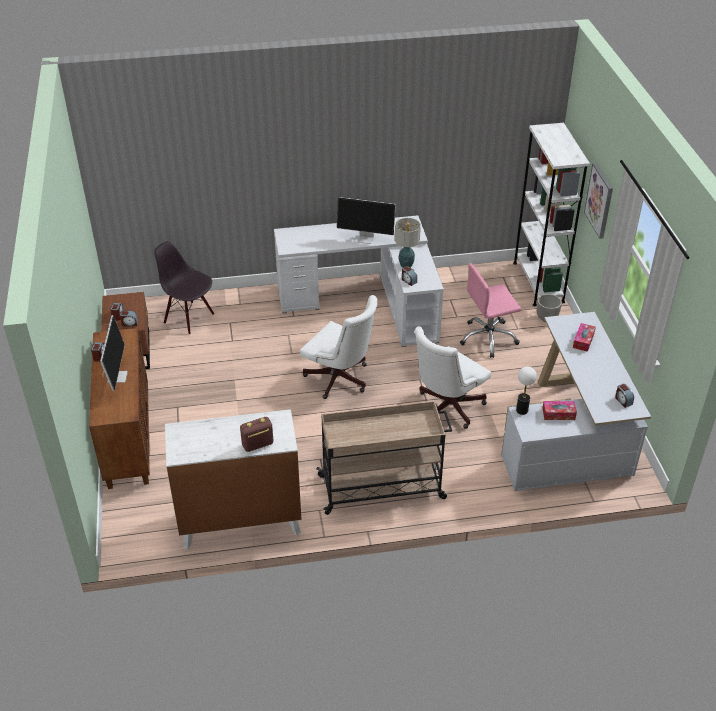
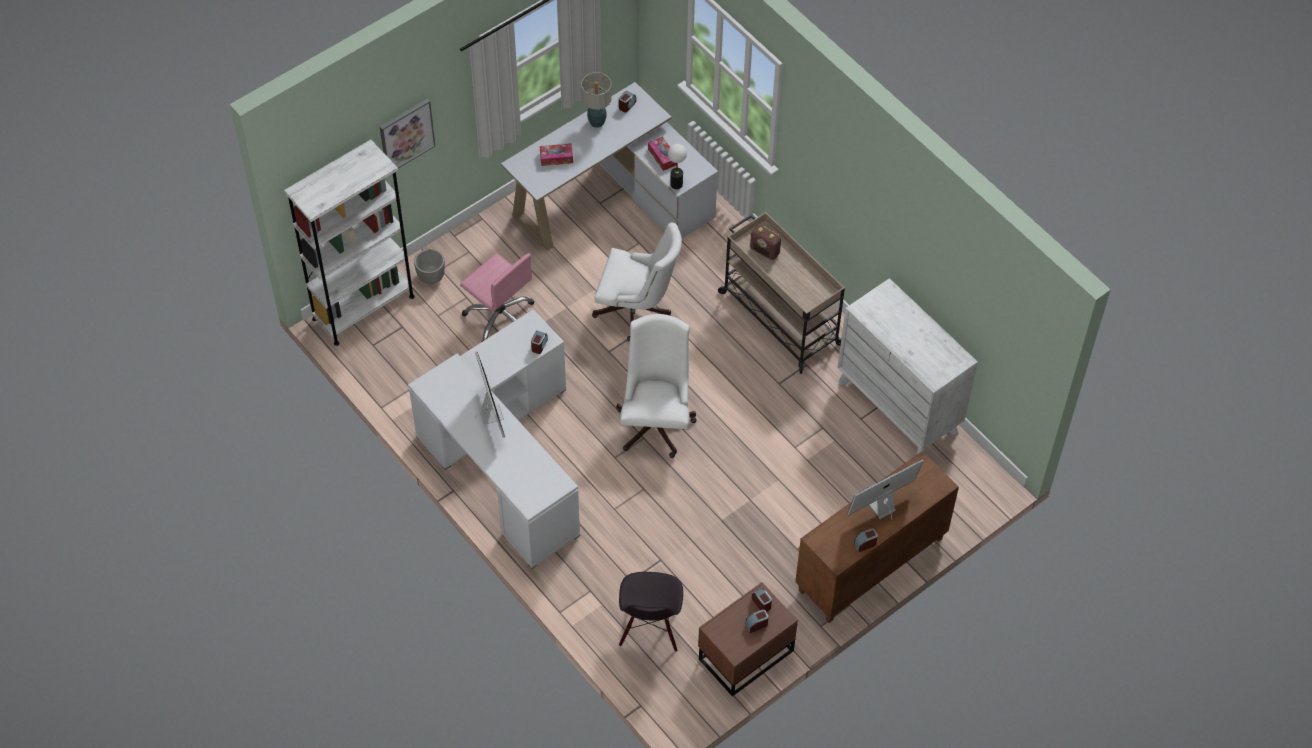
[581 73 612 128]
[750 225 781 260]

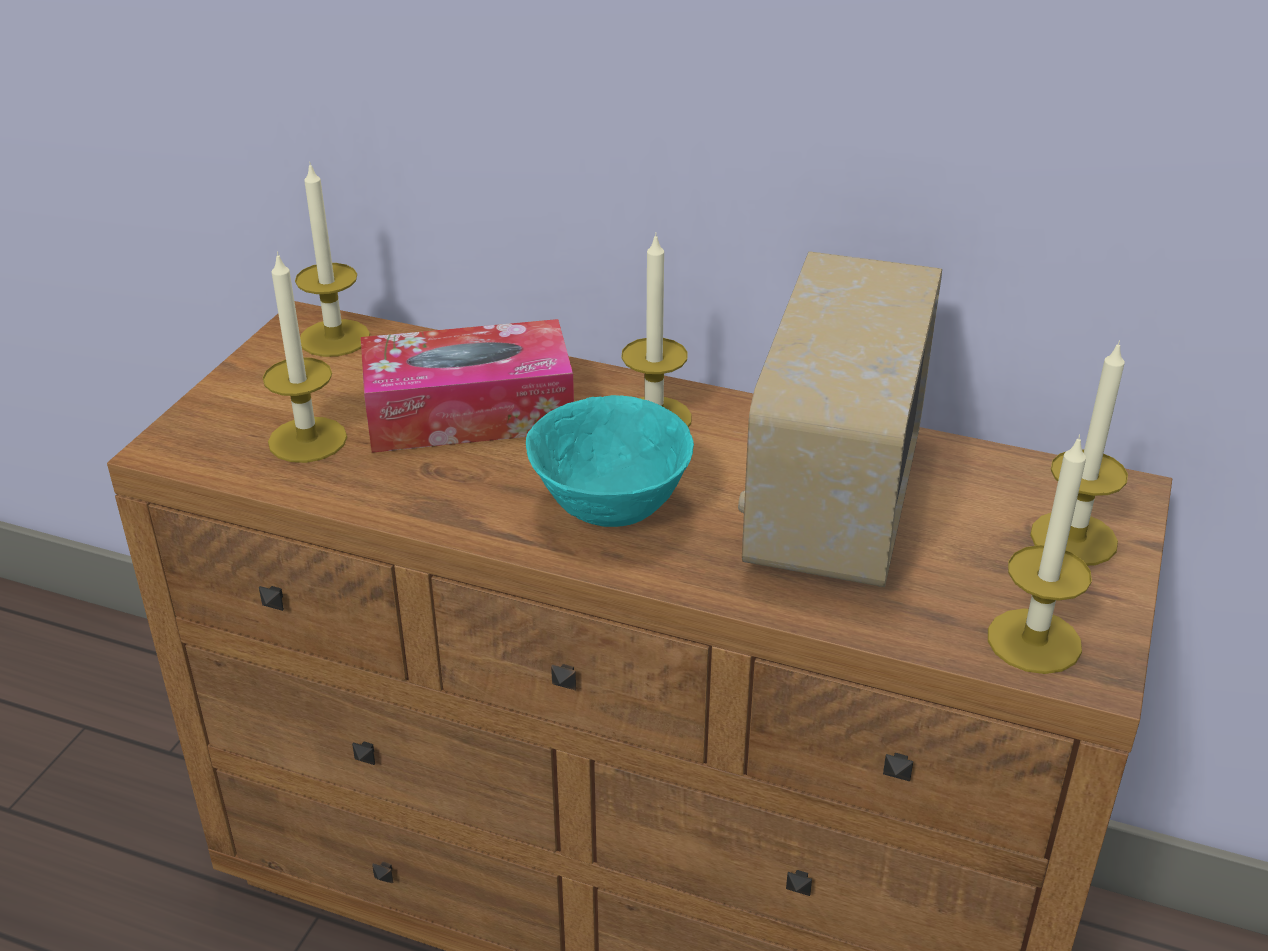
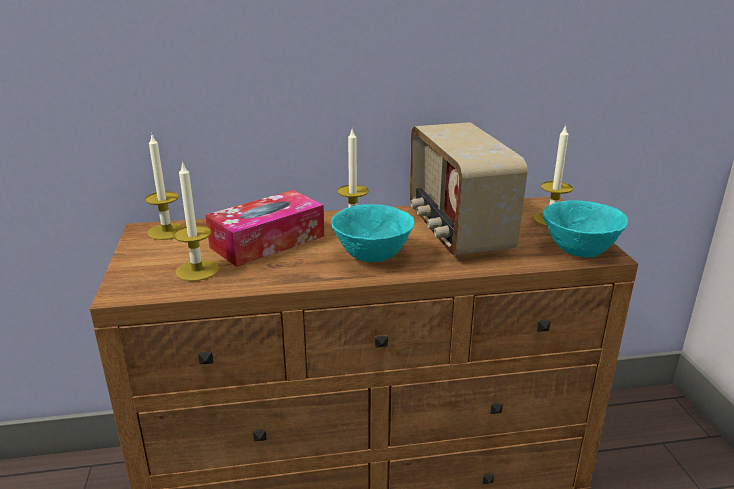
[543 200 628 257]

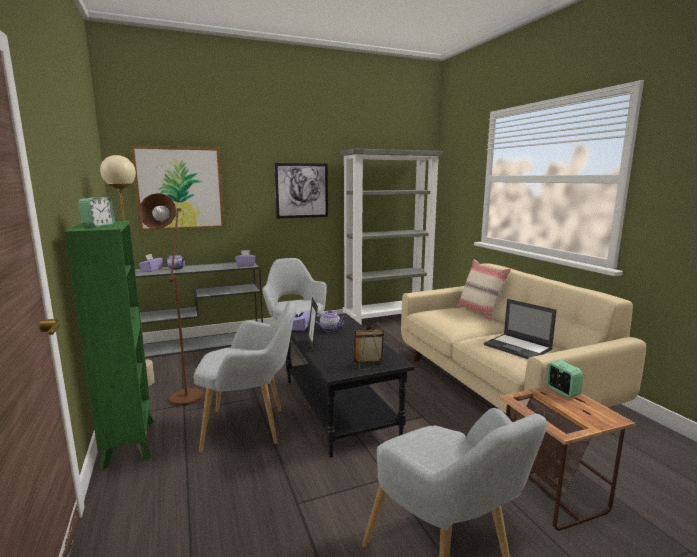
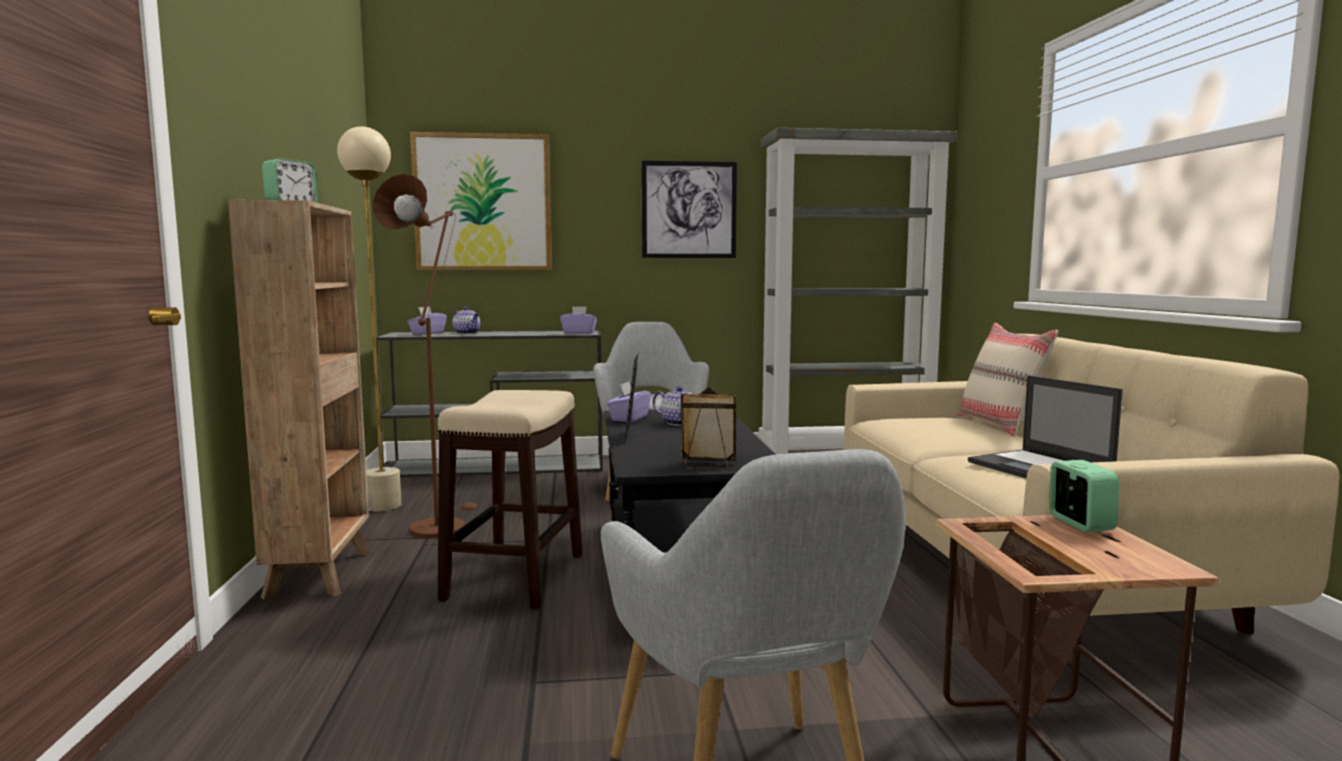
[228 200 371 600]
[437 390 582 609]

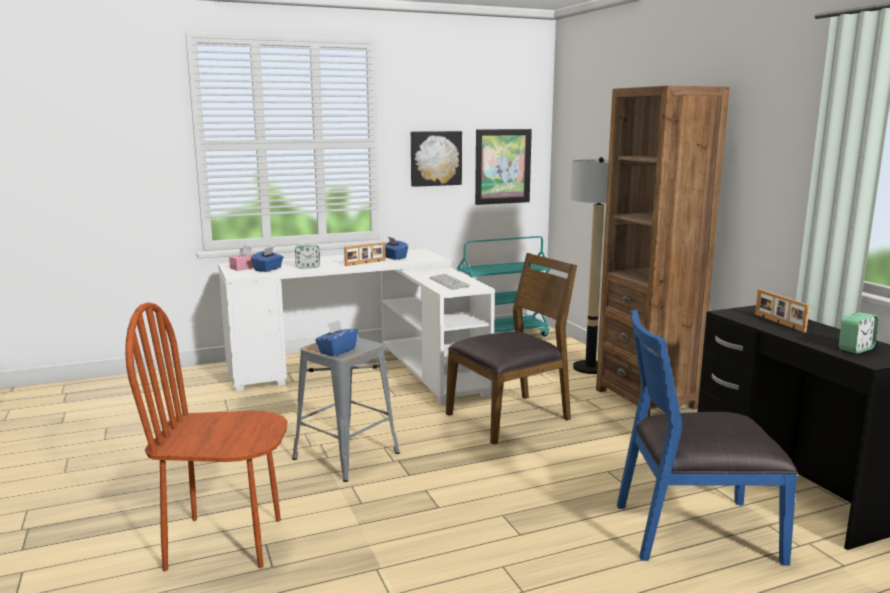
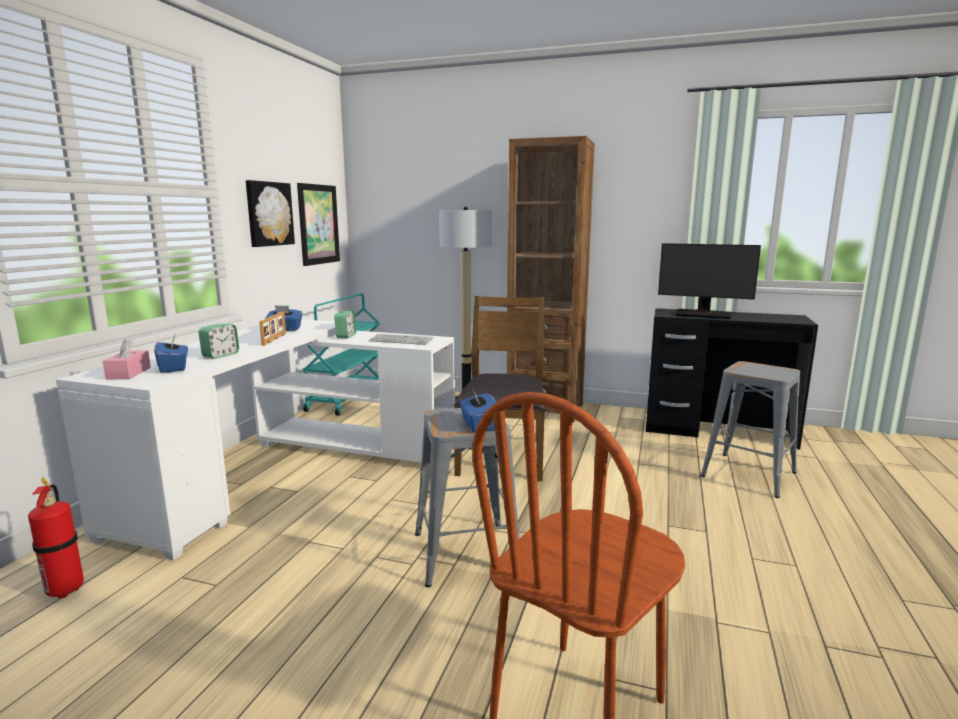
[28 477 84 599]
[334 311 357 338]
[658 243 761 319]
[701 361 800 498]

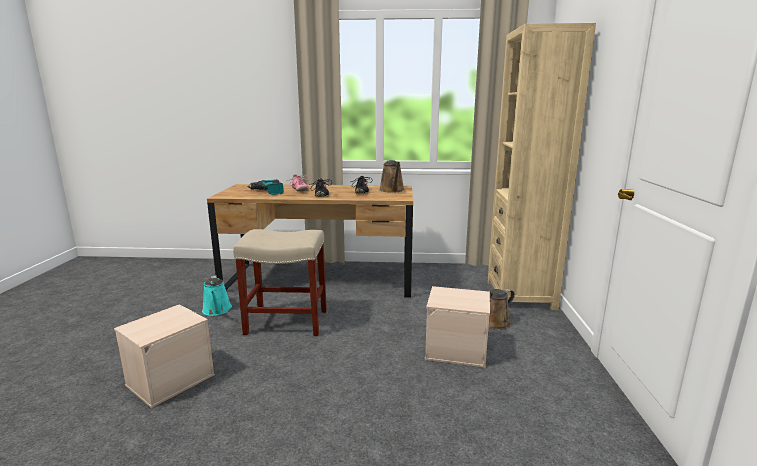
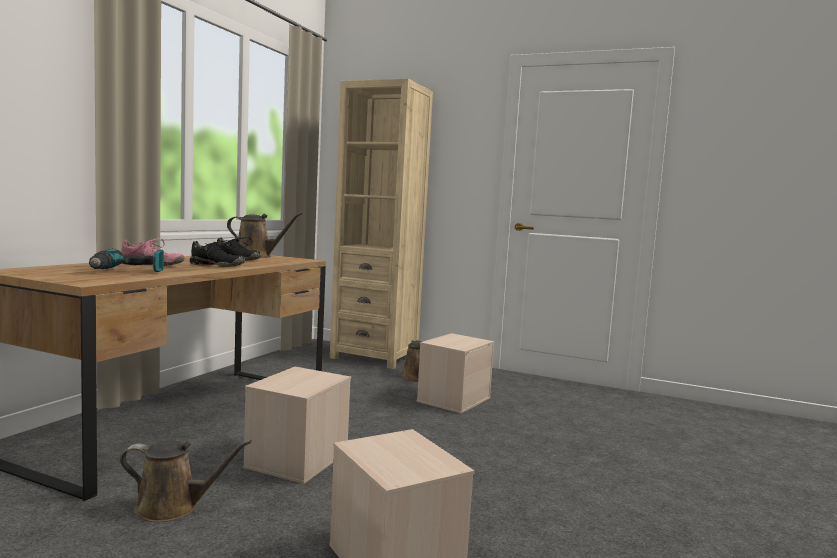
[120 440 252 522]
[243 367 351 484]

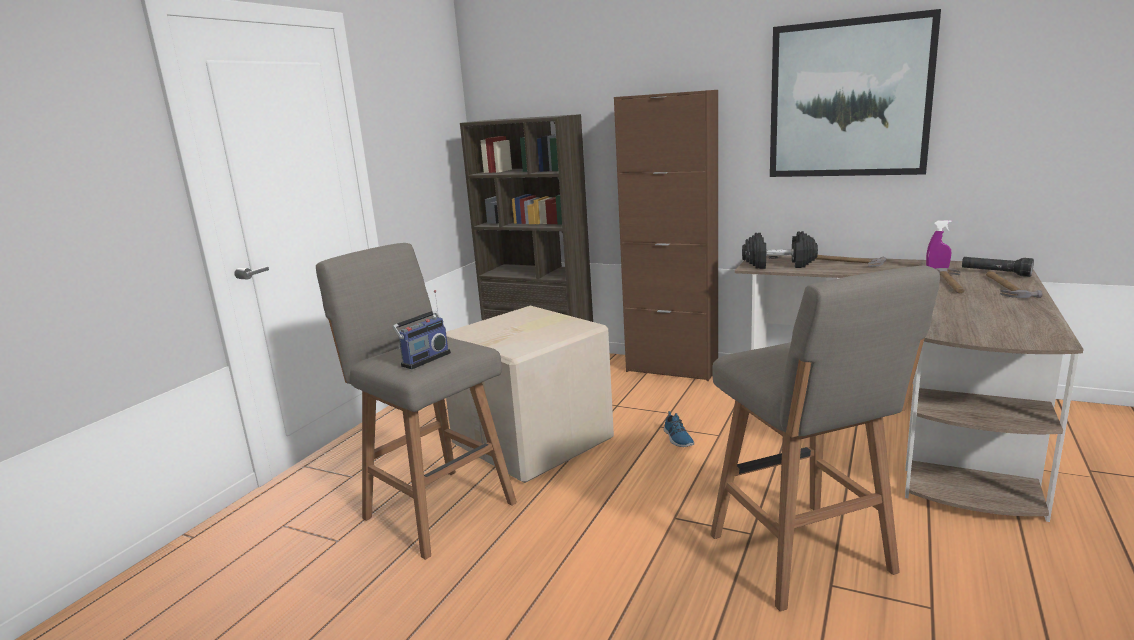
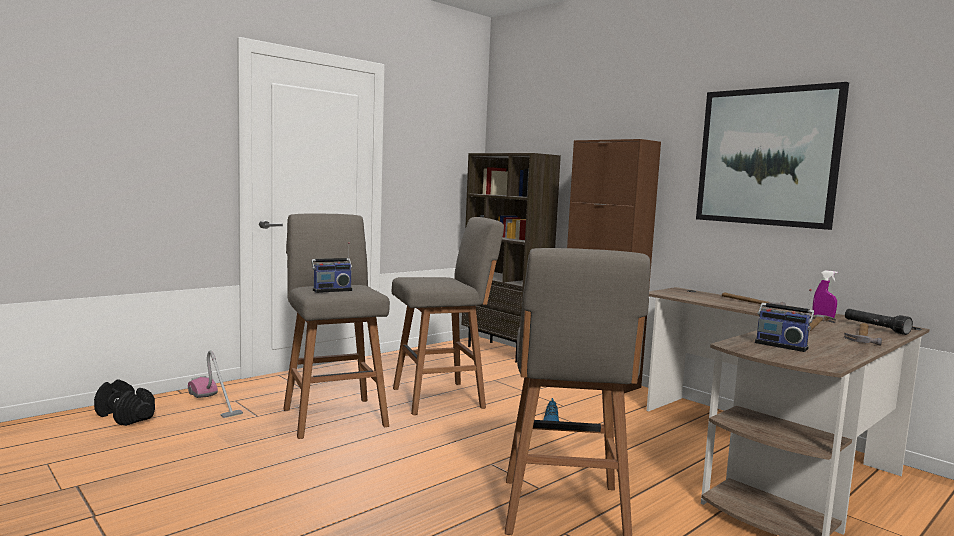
[94 379 155 426]
[188 350 243 418]
[392 217 504 415]
[755 289 814 352]

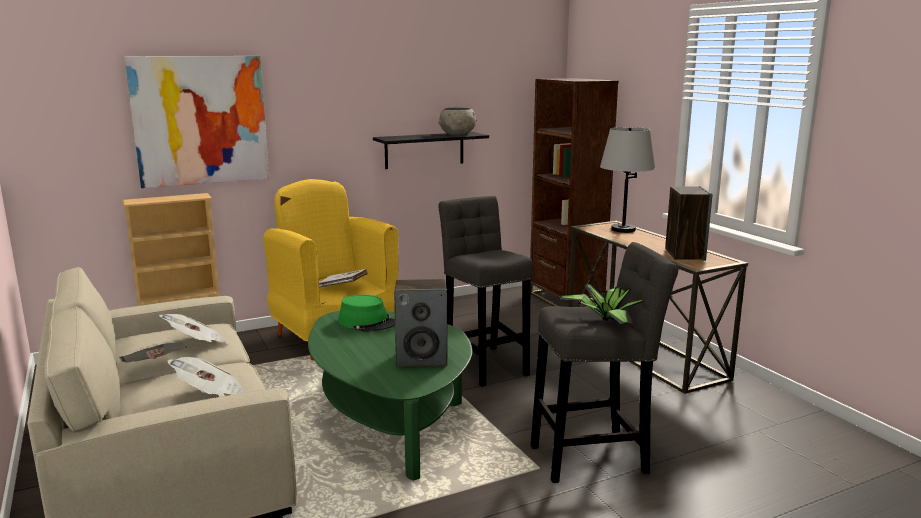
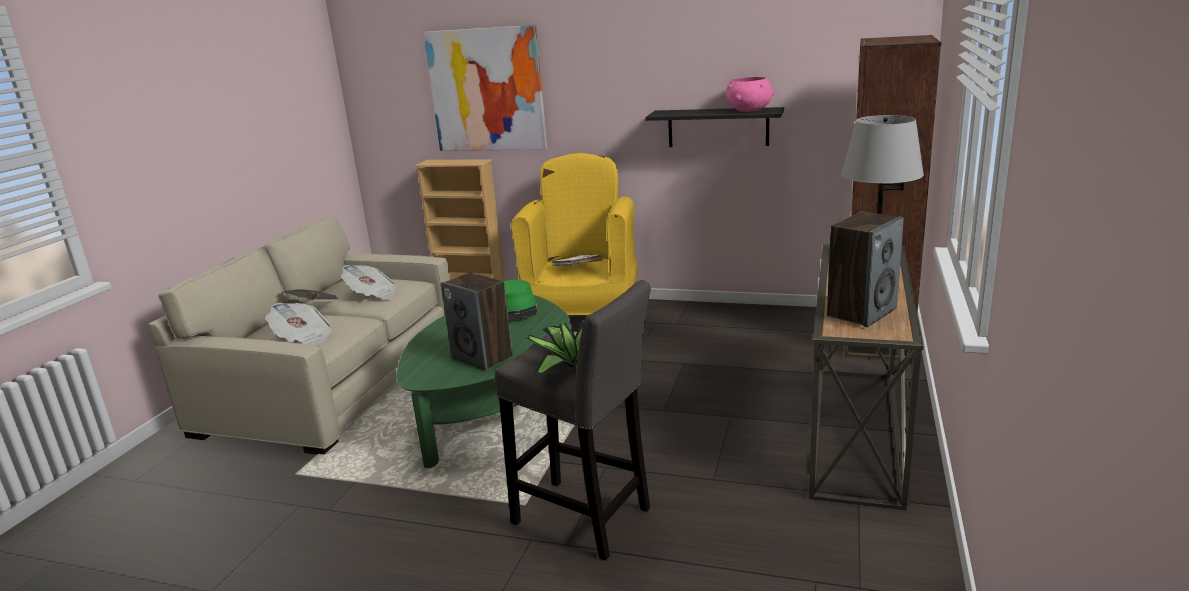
[725 77 774 112]
[438 196 532 387] (first image)

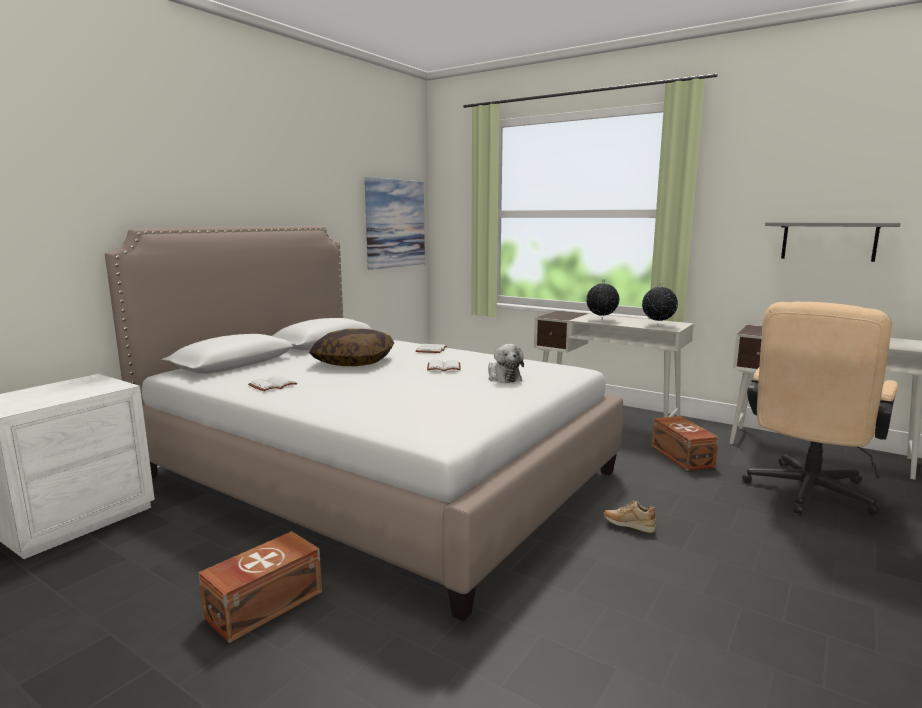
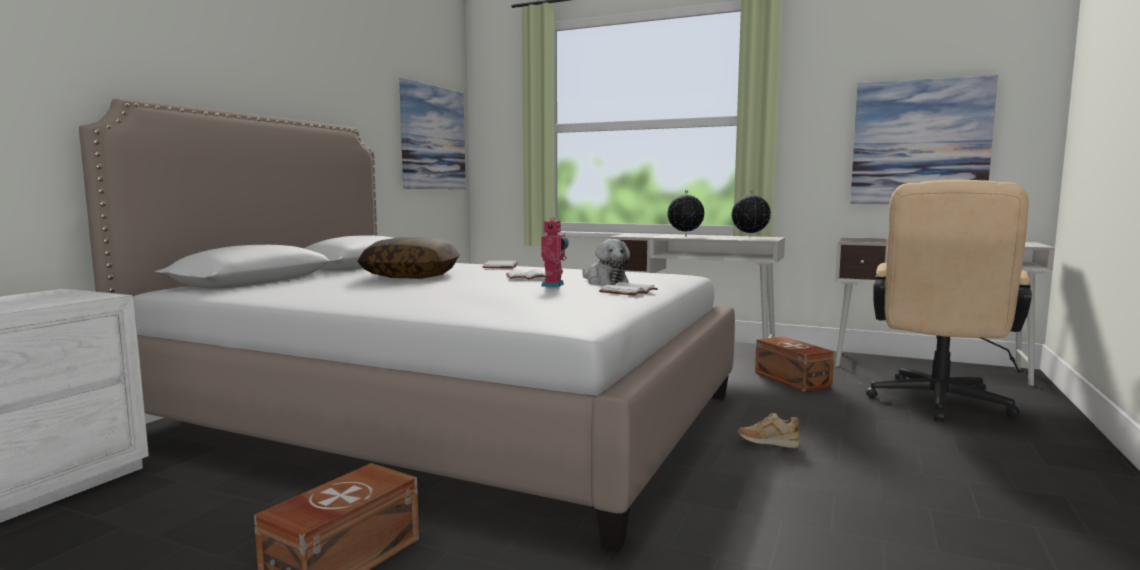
[541 217 569 287]
[599 282 658 296]
[850 75 998 204]

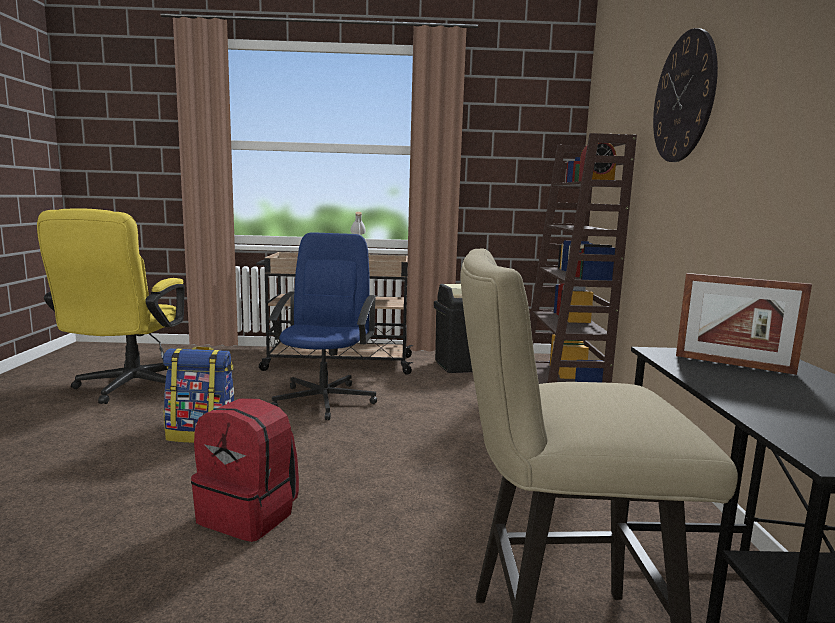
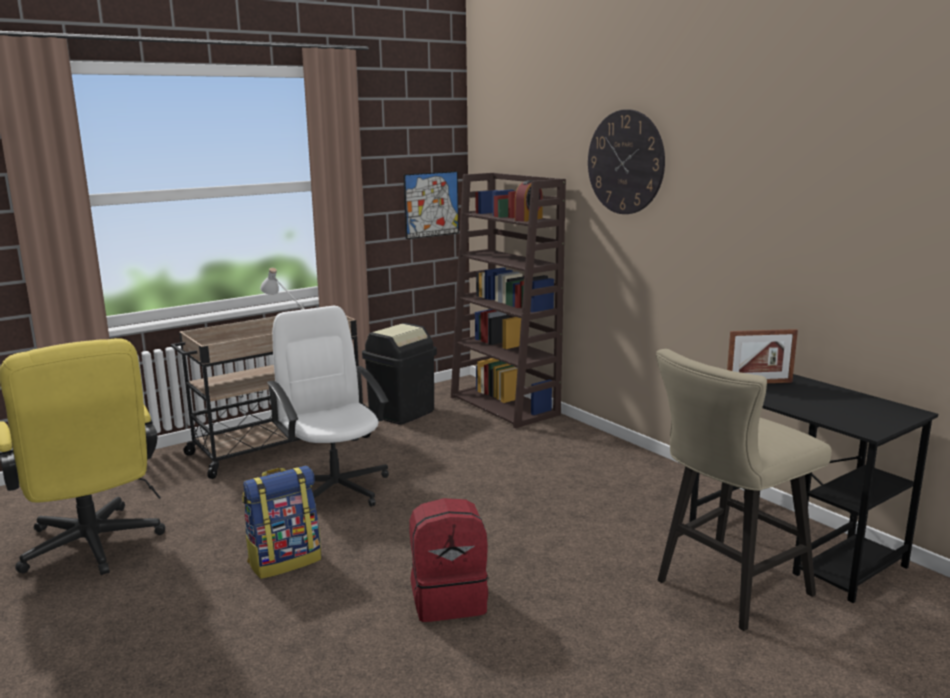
[267 306 389 507]
[403 171 459 239]

